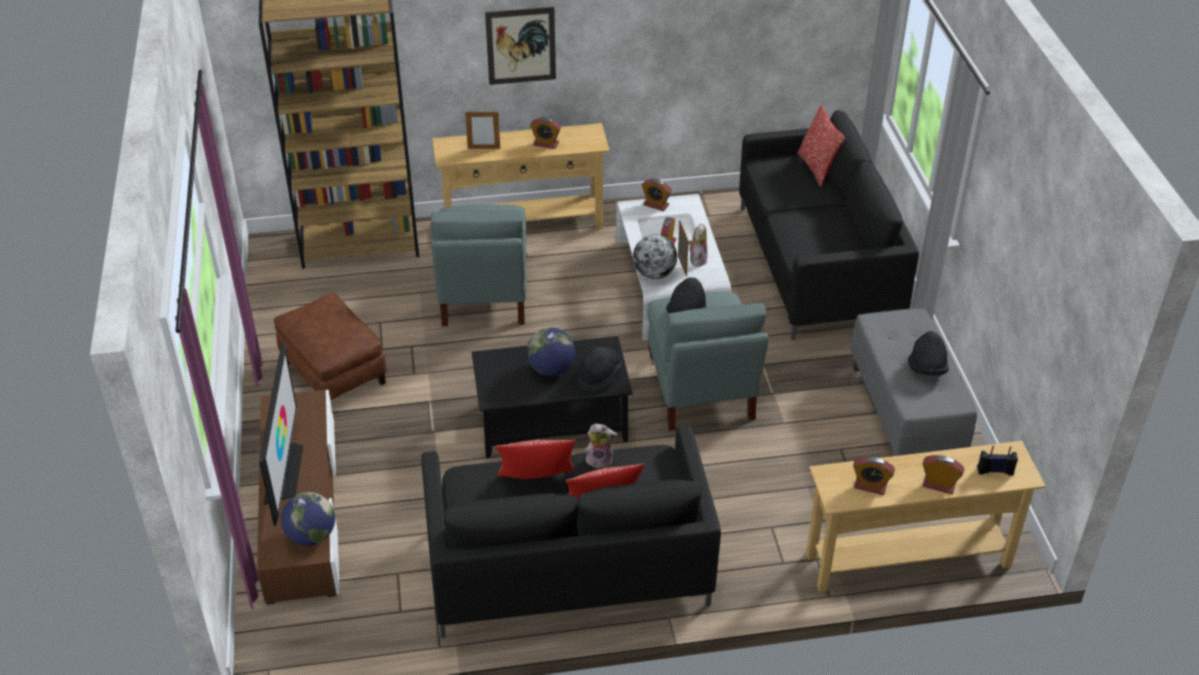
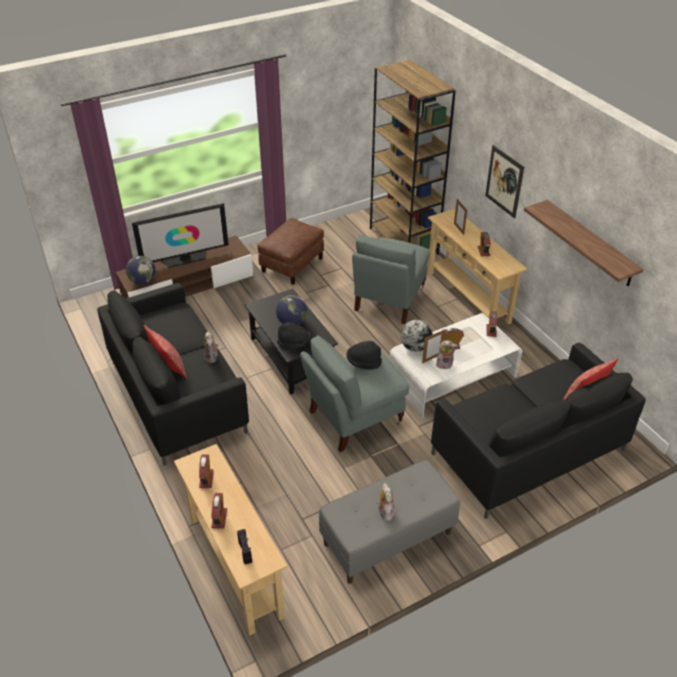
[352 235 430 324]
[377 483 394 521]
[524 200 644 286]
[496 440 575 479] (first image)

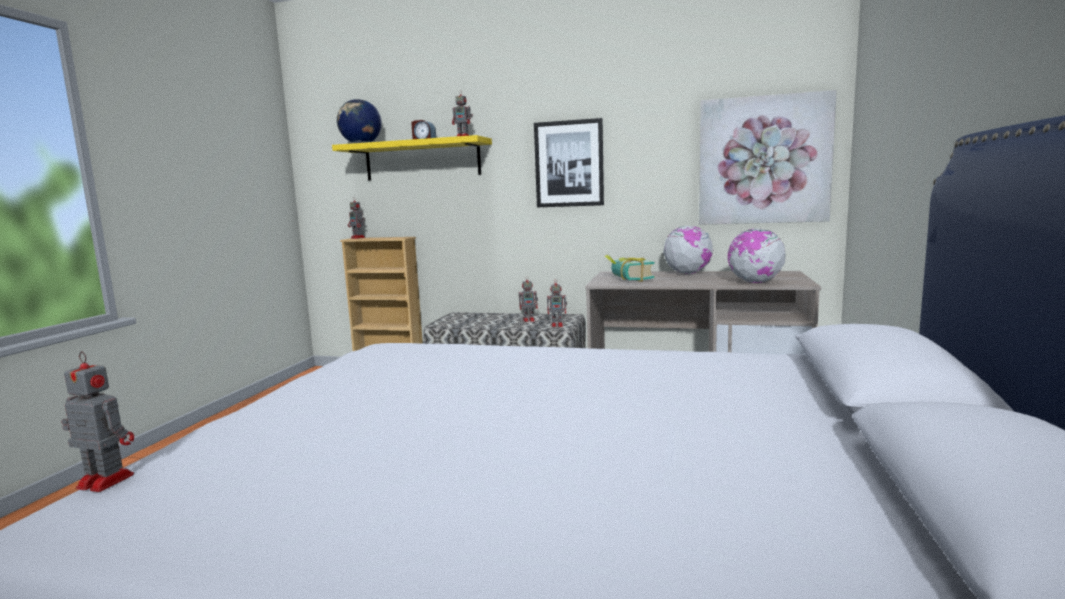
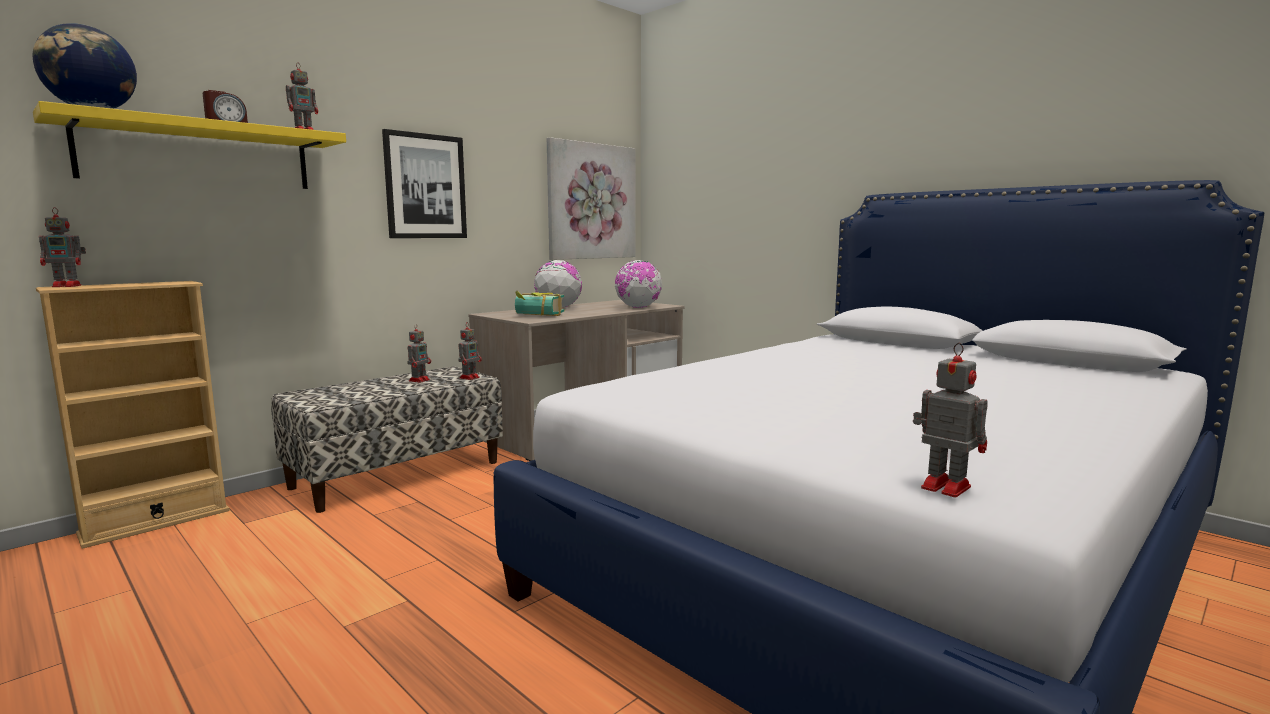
[913 343 988 498]

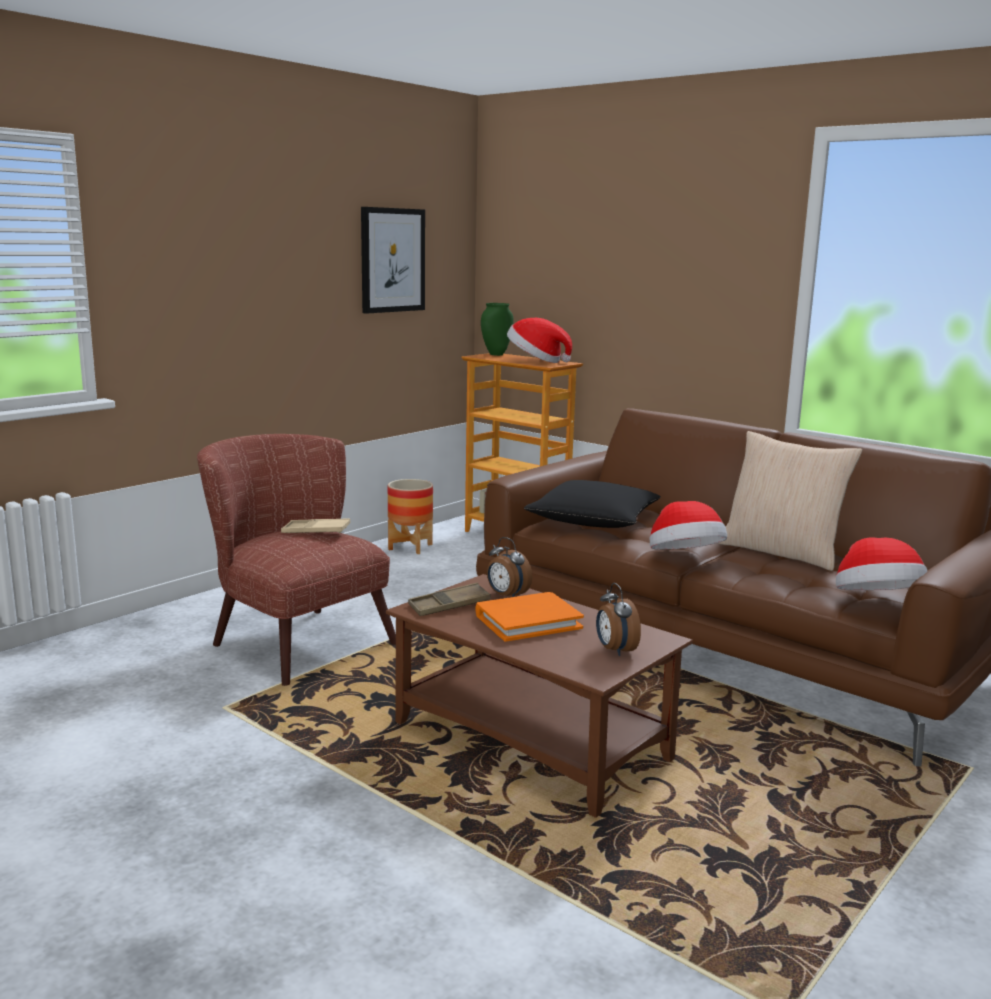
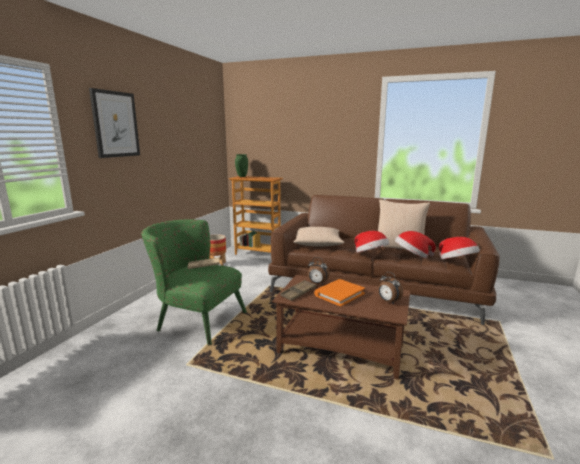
[89 88 140 158]
[141 219 247 345]
[294 227 345 246]
[395 231 436 258]

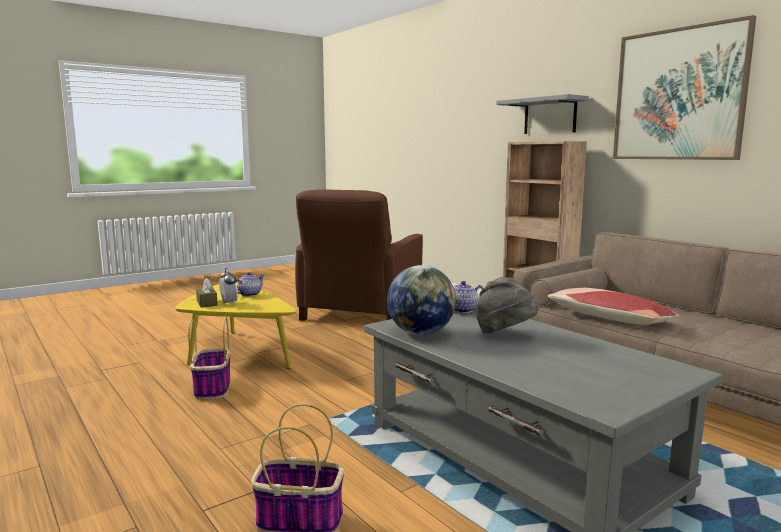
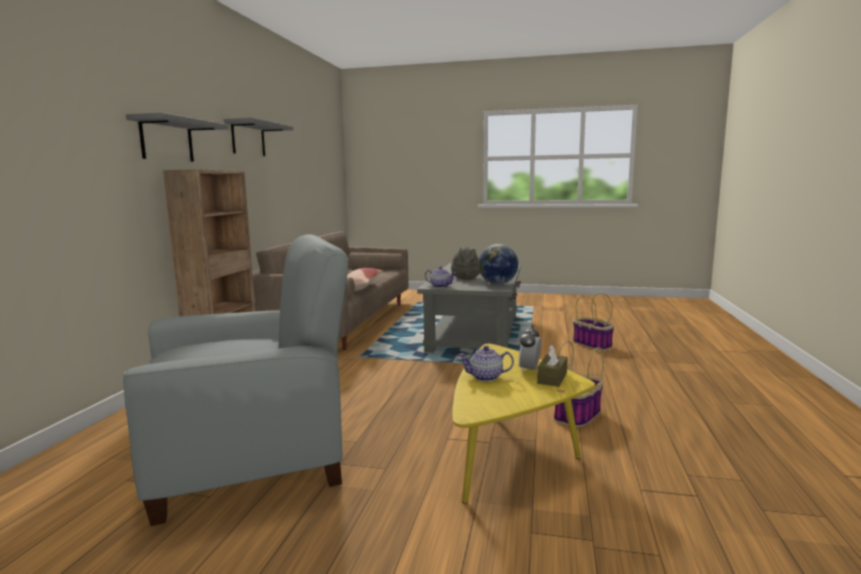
[123 234 348 526]
[224 118 293 156]

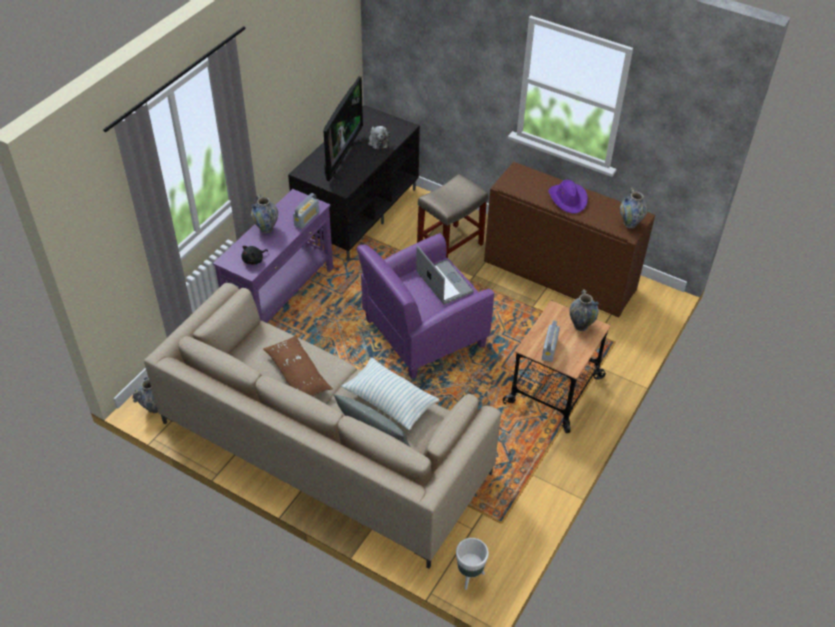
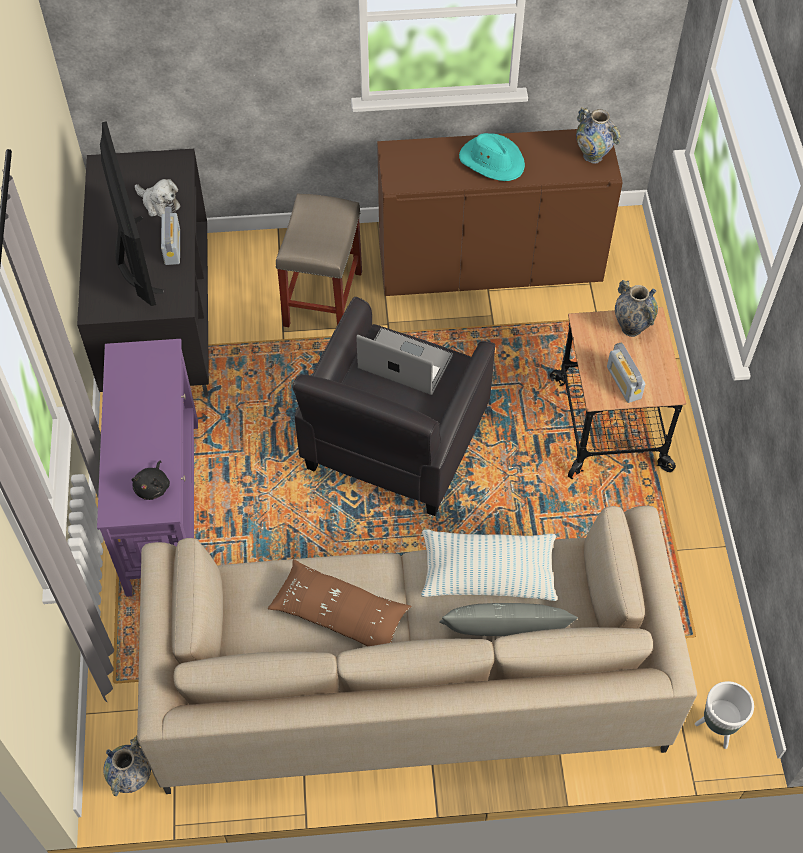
[161 206 180 265]
[293 297 495 516]
[459 133 525 181]
[251 194 278 234] (first image)

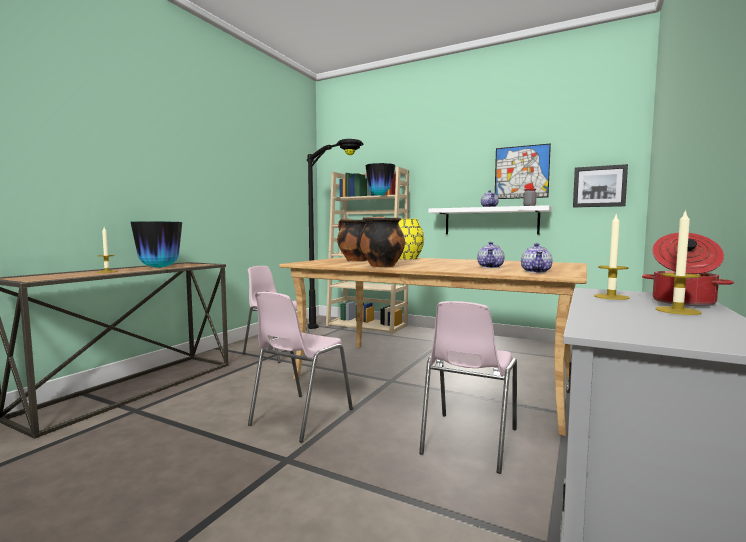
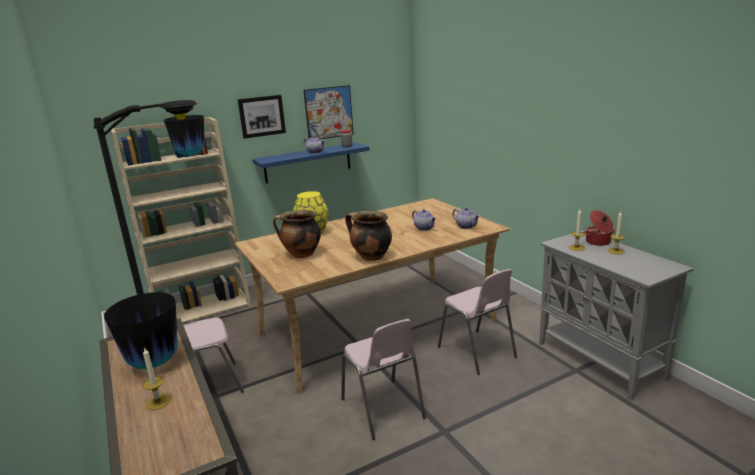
[237 95 286 139]
[252 143 370 183]

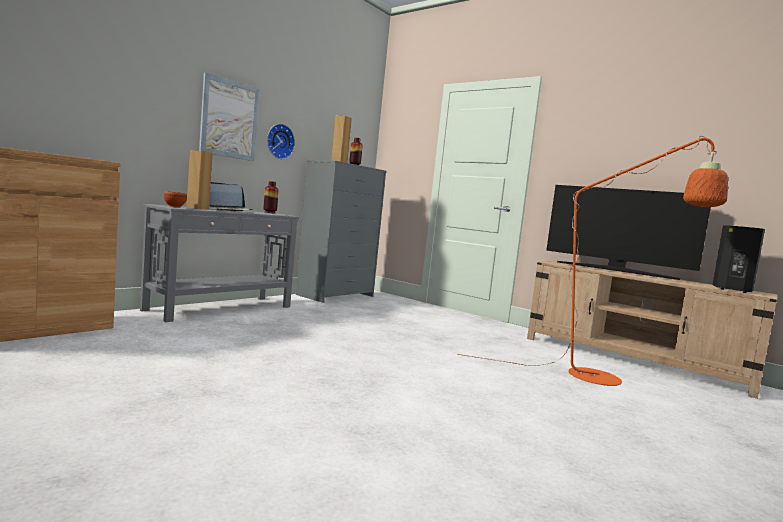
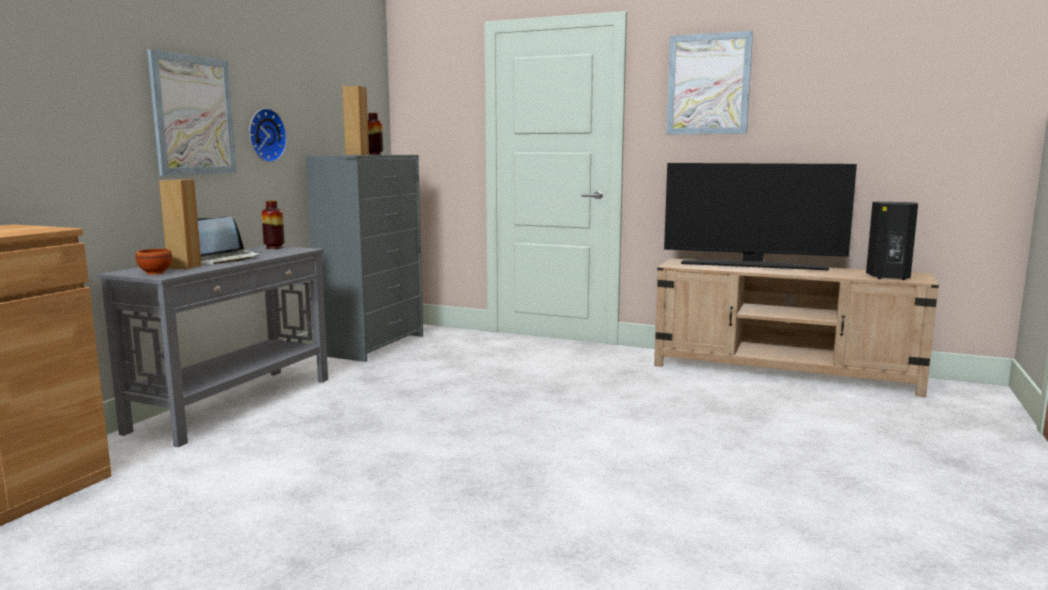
[666 31 753 134]
[457 136 728 386] (first image)

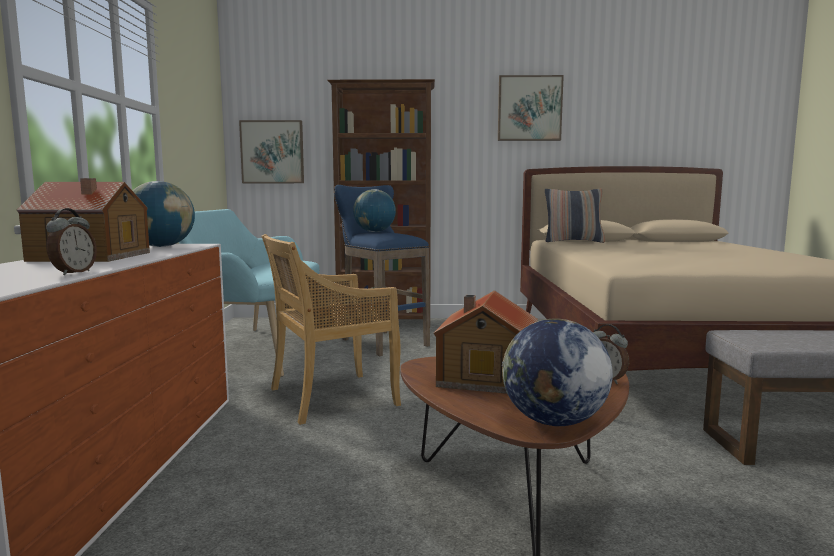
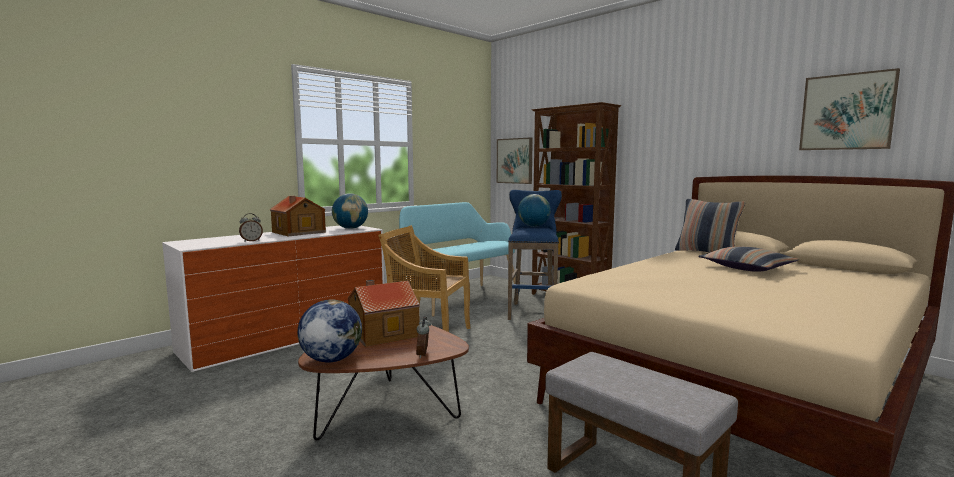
[698 247 799 272]
[799 68 900 150]

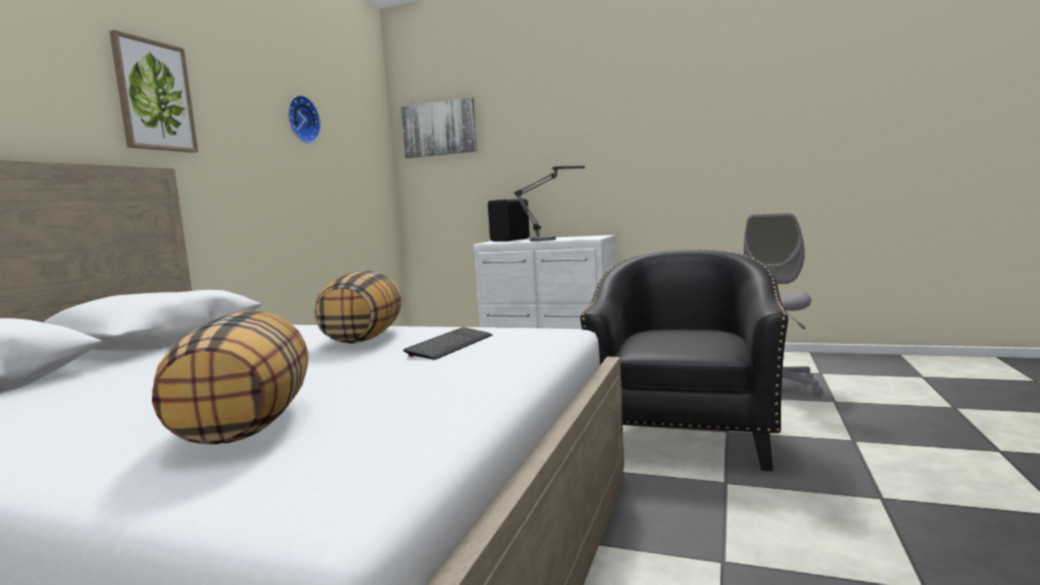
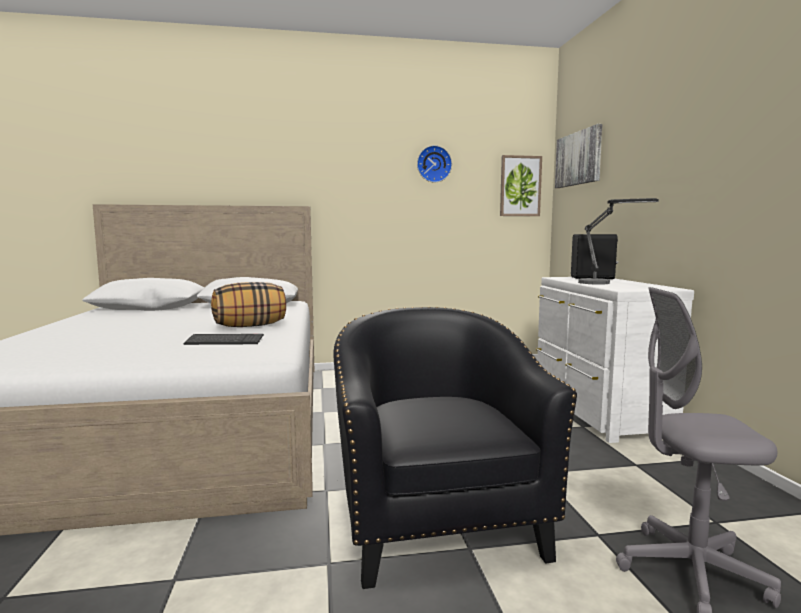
[333 307 577 589]
[500 155 542 216]
[152 311 309 444] (first image)

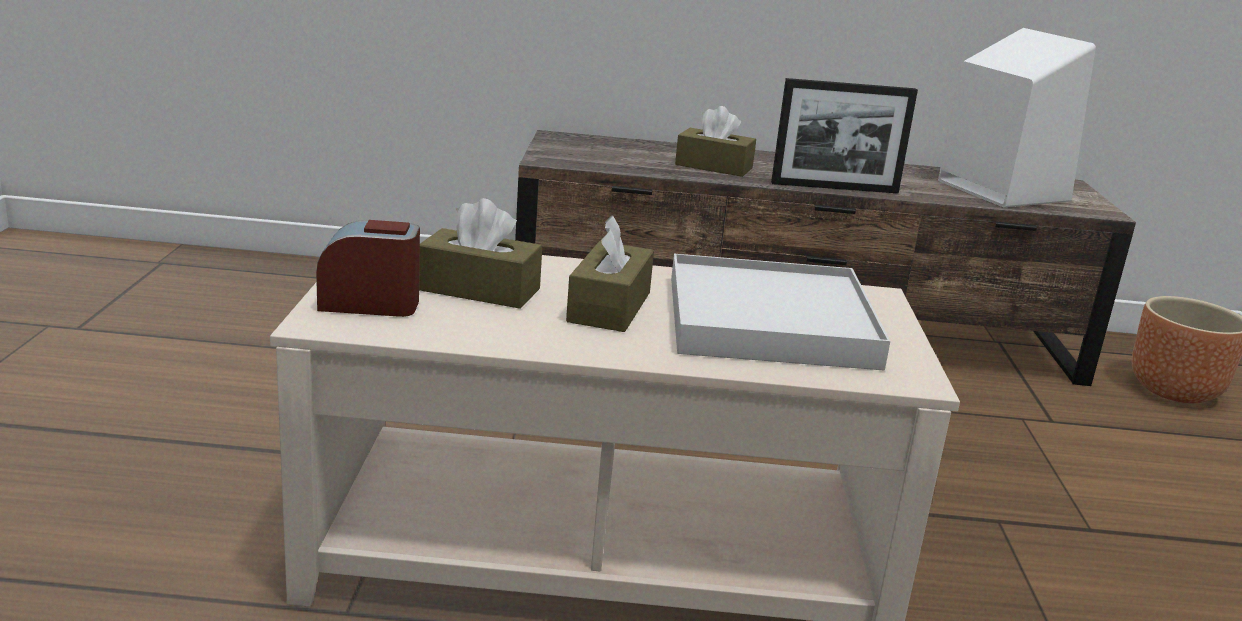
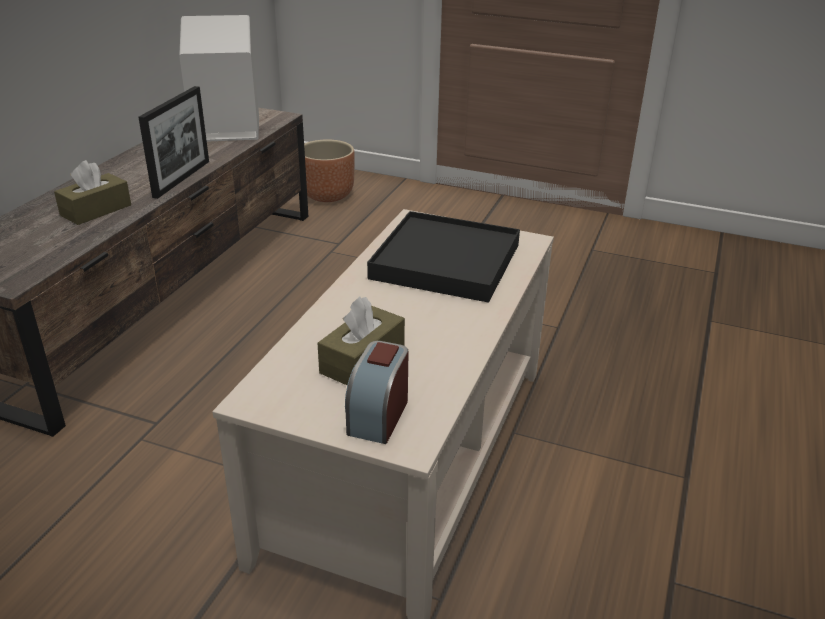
[367 211 520 303]
[566 215 654 332] (first image)

